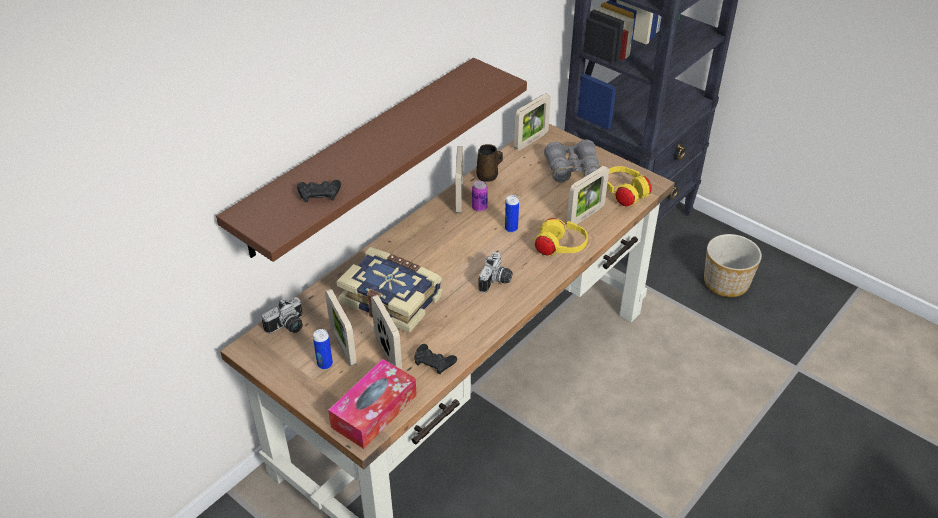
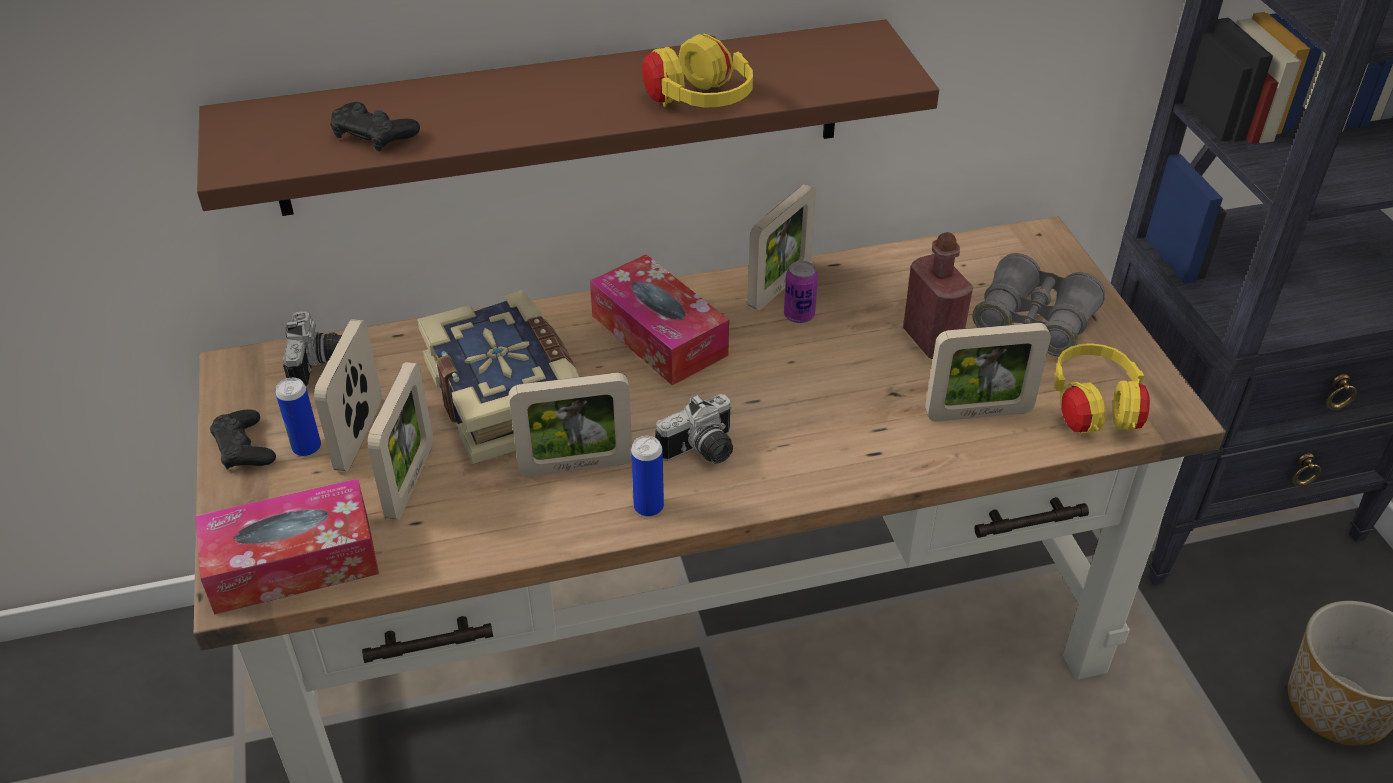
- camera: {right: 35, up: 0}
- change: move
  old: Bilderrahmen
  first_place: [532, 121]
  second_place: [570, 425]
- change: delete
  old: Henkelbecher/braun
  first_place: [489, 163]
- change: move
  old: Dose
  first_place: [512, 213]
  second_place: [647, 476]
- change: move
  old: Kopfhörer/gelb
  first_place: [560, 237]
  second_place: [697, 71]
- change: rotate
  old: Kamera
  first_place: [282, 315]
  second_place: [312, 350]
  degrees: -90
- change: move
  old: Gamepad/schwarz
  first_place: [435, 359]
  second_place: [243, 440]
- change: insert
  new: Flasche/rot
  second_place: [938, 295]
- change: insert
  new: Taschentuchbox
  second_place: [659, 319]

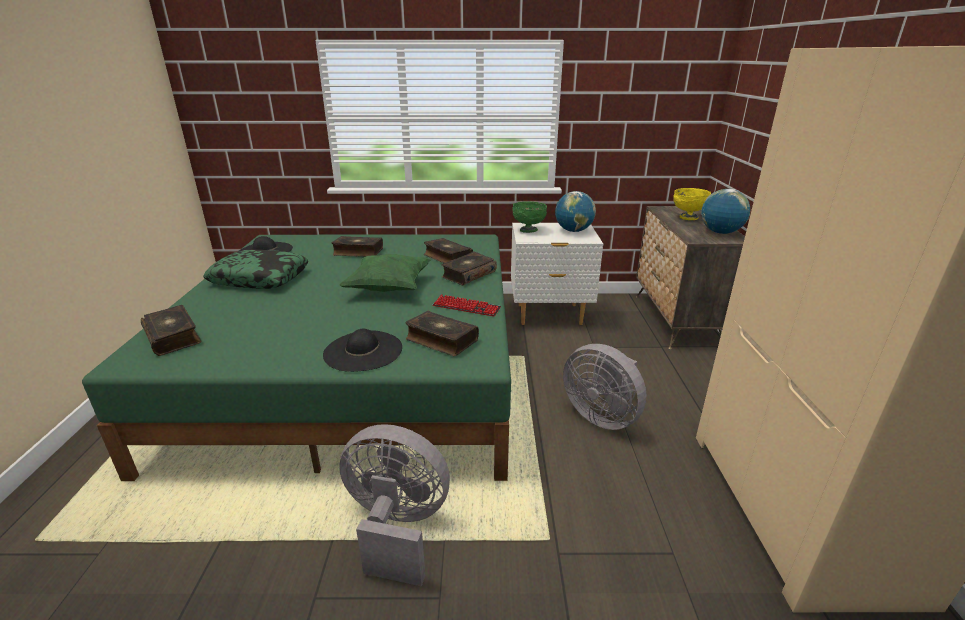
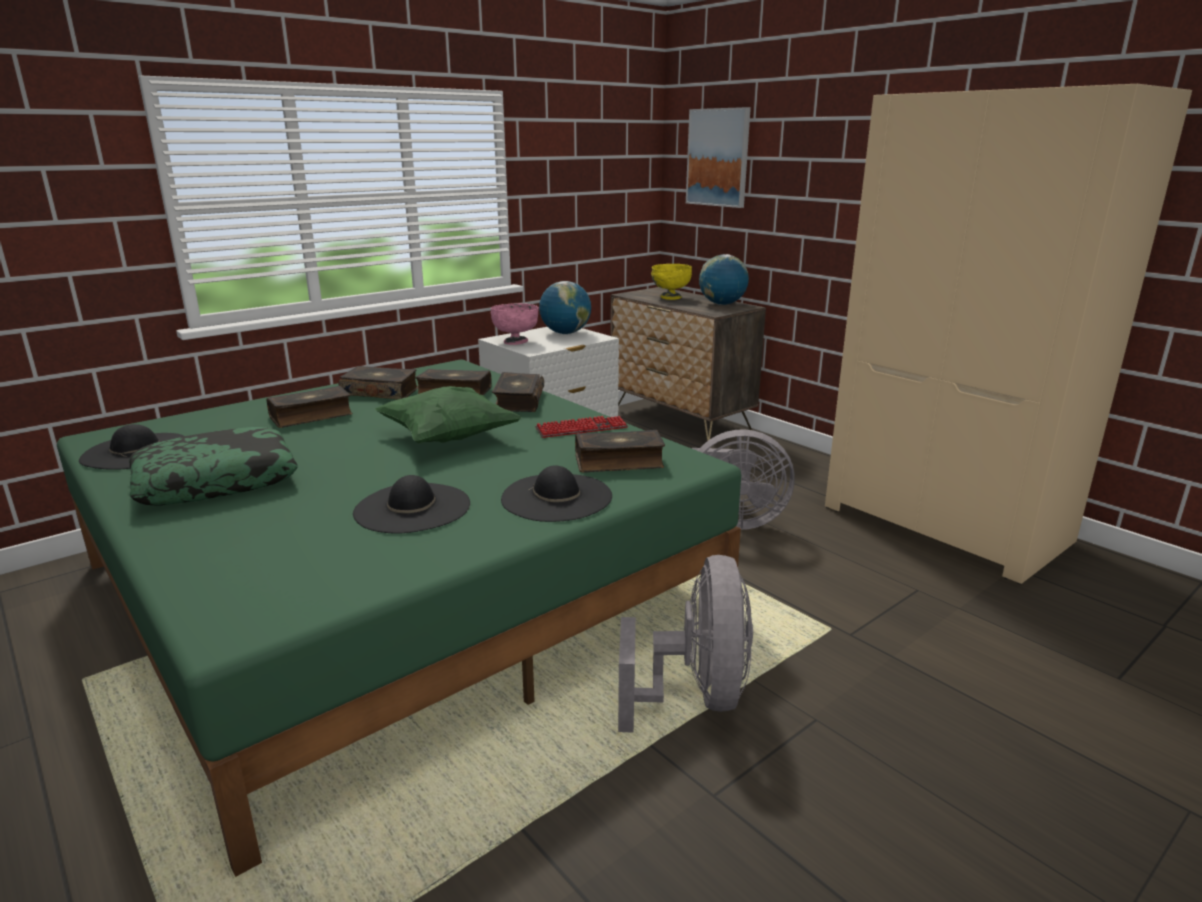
- camera: {right: -40, up: -5}
- change: recolor
  old: Schüssel/grün
  new: Schüssel/rosa
  first_place: [529, 217]
  second_place: [515, 324]
- change: move
  old: Buch
  first_place: [171, 330]
  second_place: [378, 383]
- change: rotate
  old: Ventilator/grau
  first_place: [394, 505]
  second_place: [685, 644]
  degrees: 120
- change: insert
  new: Bild
  second_place: [718, 157]
- change: insert
  new: Hut/schwarz
  second_place: [411, 504]

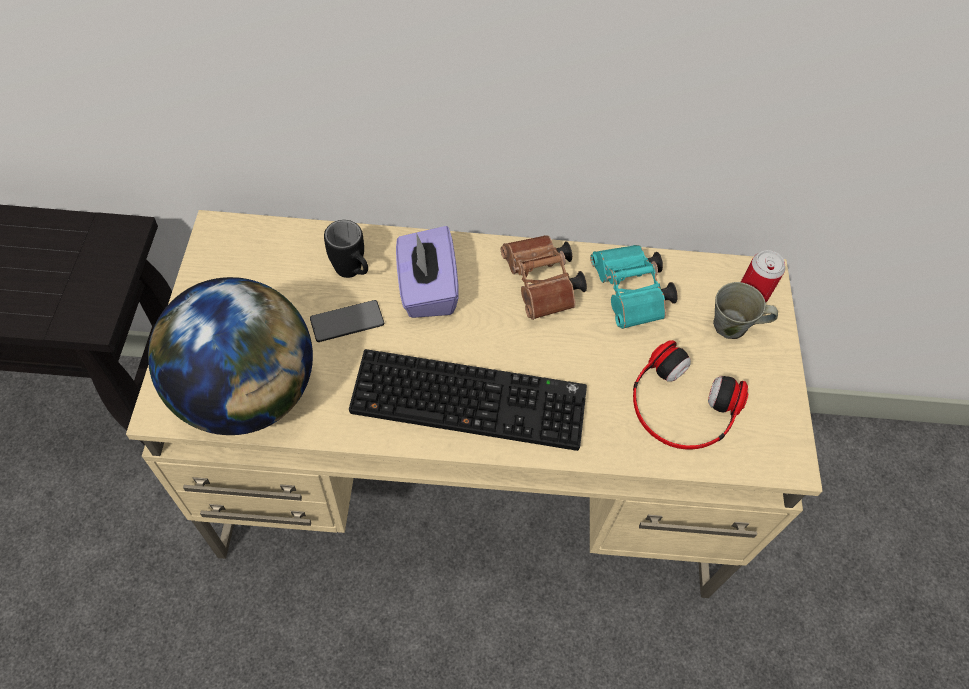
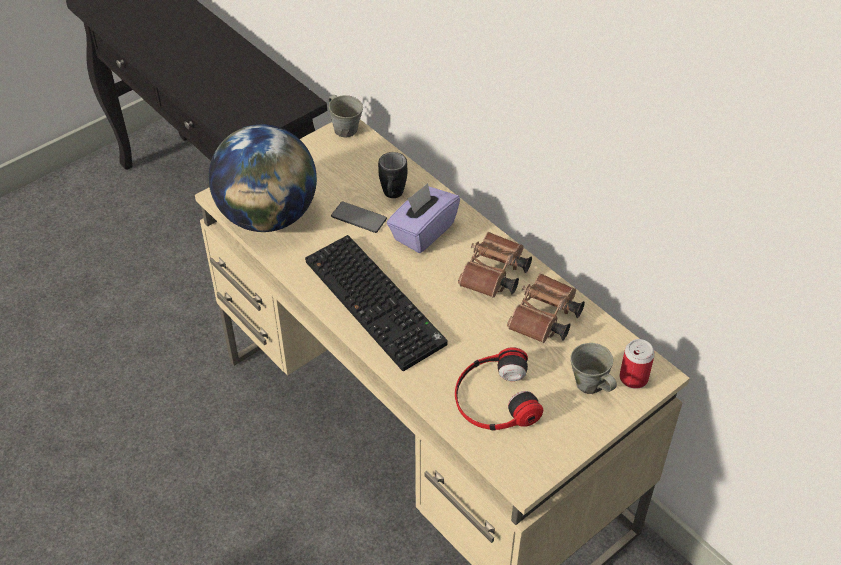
- camera: {right: 50, up: -10}
- change: recolor
  old: Fernglas/türkis
  new: Fernglas/braun
  first_place: [633, 287]
  second_place: [546, 308]
- change: insert
  new: Henkelbecher/grau
  second_place: [345, 116]

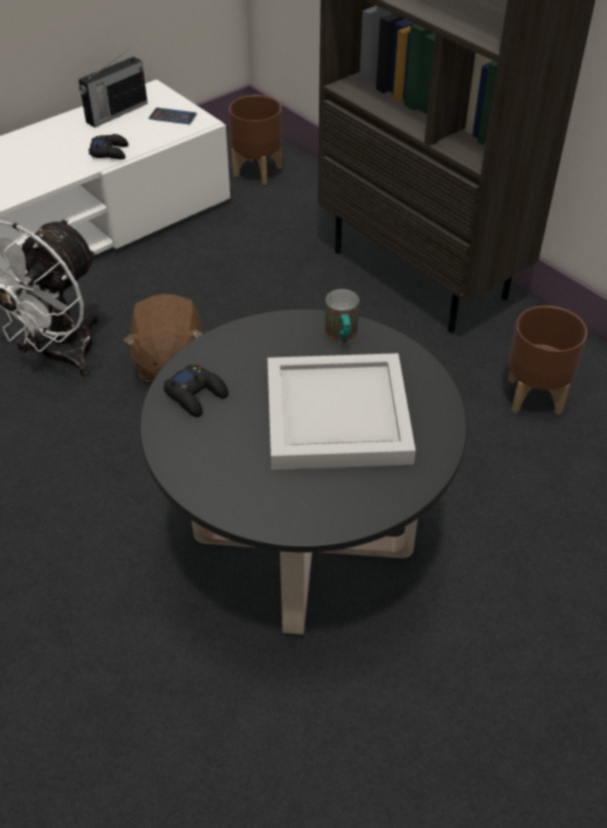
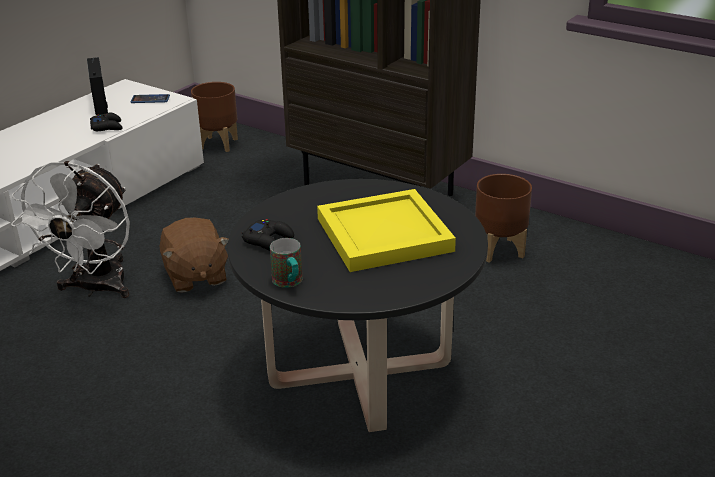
- camera: {right: -15, up: -15}
- change: rotate
  old: Radio
  first_place: [113, 88]
  second_place: [97, 86]
  degrees: 135
- change: move
  old: Henkelbecher
  first_place: [342, 316]
  second_place: [286, 263]
- change: recolor
  old: Tablett/weiß
  new: Tablett/gelb
  first_place: [342, 411]
  second_place: [386, 230]

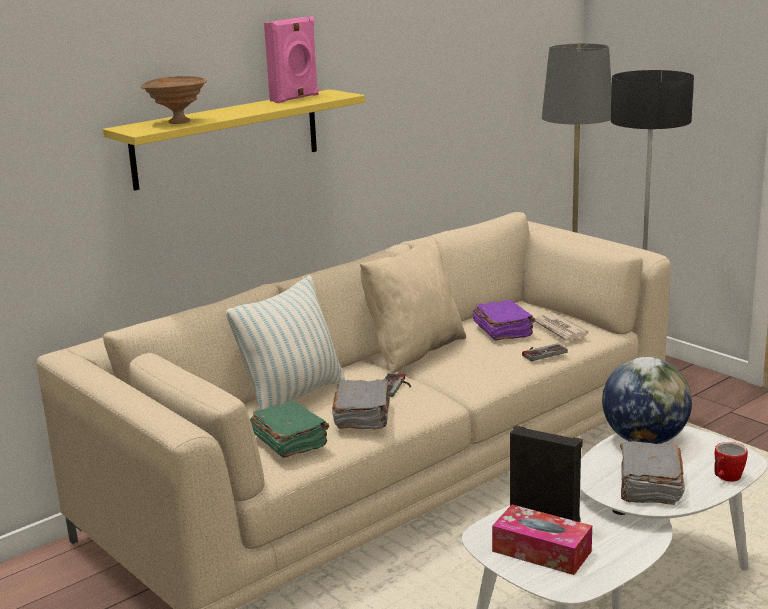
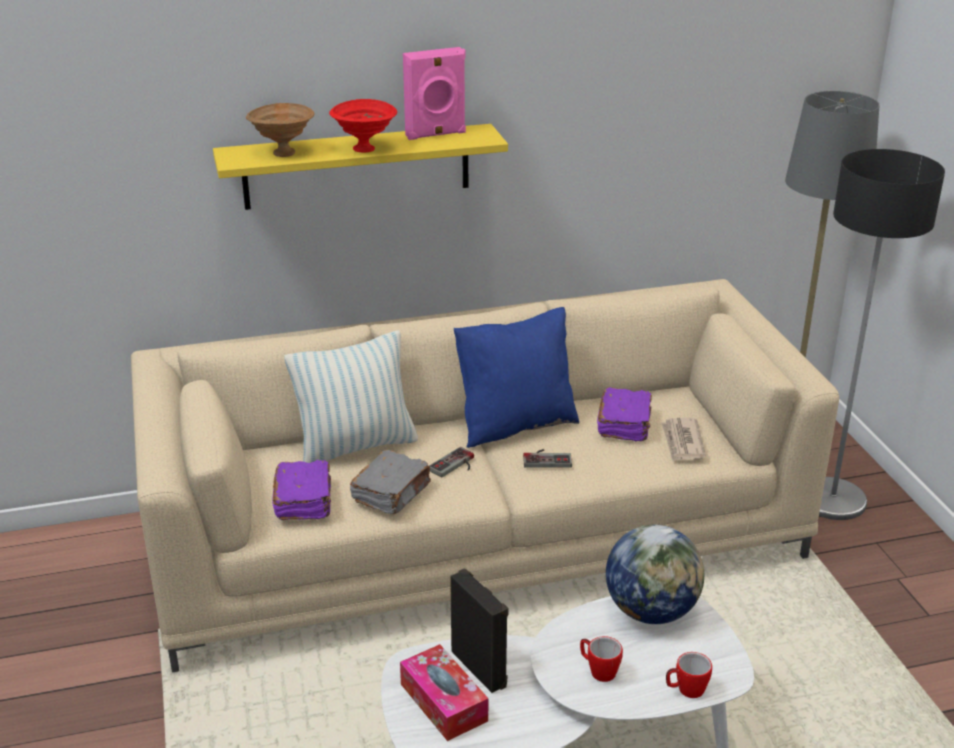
- camera: {right: 25, up: 10}
- change: recolor
  old: Kissen/beige
  new: Kissen/blau
  first_place: [413, 304]
  second_place: [516, 377]
- change: move
  old: Gamepad
  first_place: [545, 352]
  second_place: [547, 458]
- change: recolor
  old: Buch/grün
  new: Buch/lila
  first_place: [289, 429]
  second_place: [301, 490]
- change: replace
  old: Buch/grau
  new: Henkelbecher
  first_place: [652, 473]
  second_place: [601, 659]
- change: insert
  new: Schüssel/rot
  second_place: [363, 126]

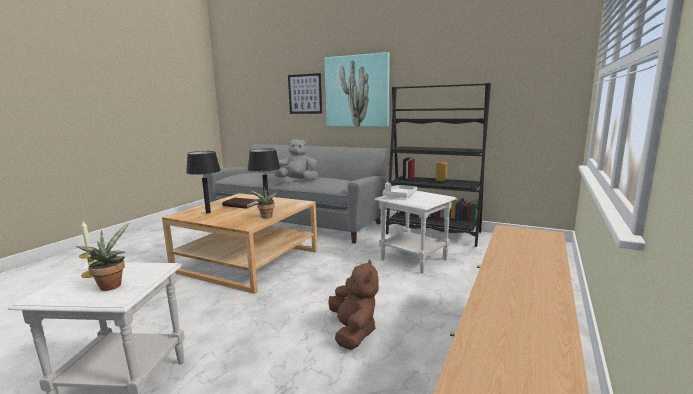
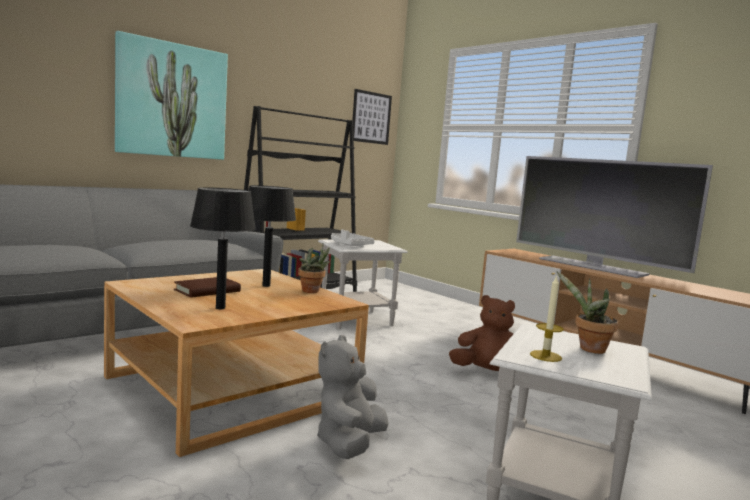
- camera: {right: -70, up: -5}
- change: move
  old: Bild
  first_place: [305, 93]
  second_place: [372, 117]
- change: move
  old: Plüschtier/grau
  first_place: [296, 160]
  second_place: [353, 397]
- change: insert
  new: Fernseher
  second_place: [614, 217]

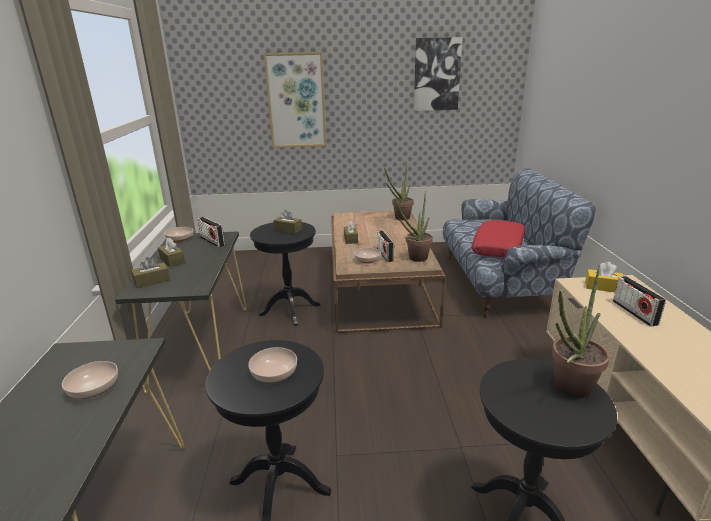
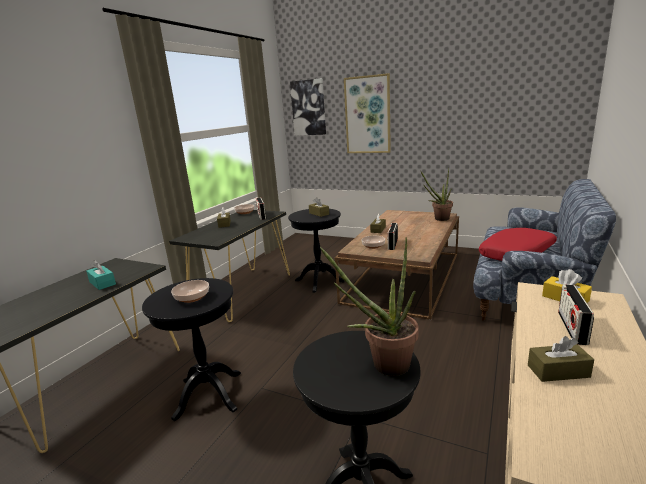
- camera: {right: 30, up: -5}
- change: move
  old: Bild
  first_place: [438, 74]
  second_place: [308, 107]
- change: delete
  old: Topfpflanze
  first_place: [413, 226]
- change: move
  old: Taschentuchbox/braun
  first_place: [150, 272]
  second_place: [561, 359]
- change: replace
  old: Schüssel
  new: Taschentuchbox/türkis
  first_place: [90, 380]
  second_place: [101, 275]

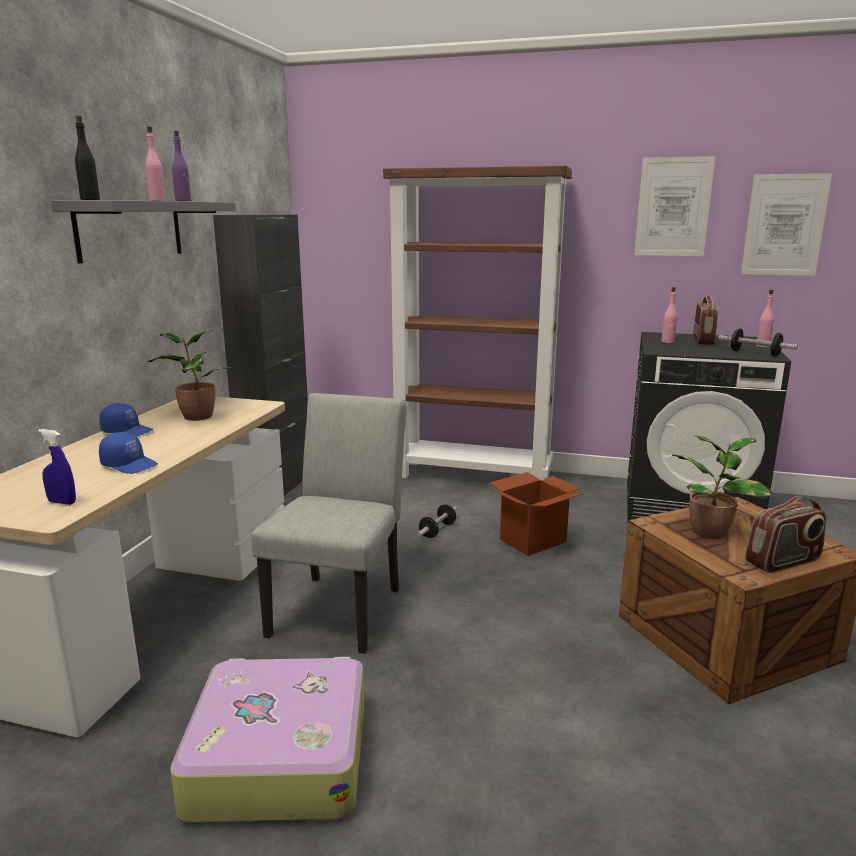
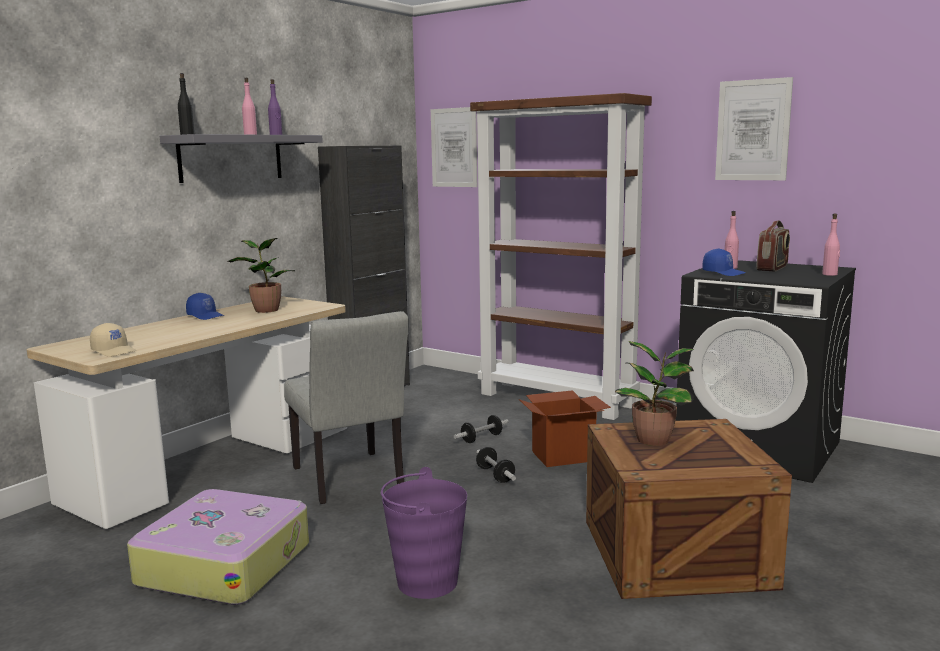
- camera: {right: 20, up: -5}
- change: move
  old: Bild
  first_place: [786, 224]
  second_place: [454, 147]
- change: move
  old: Hantel
  first_place: [758, 342]
  second_place: [496, 465]
- change: rotate
  old: Stuhl/grau
  first_place: [329, 523]
  second_place: [346, 407]
  degrees: 120
- change: replace
  old: Sprühflasche/blau
  new: Kappe/beige
  first_place: [57, 467]
  second_place: [113, 340]
- change: move
  old: Kappe/blau
  first_place: [128, 453]
  second_place: [724, 262]
- change: delete
  old: Radio
  first_place: [785, 535]
- change: insert
  new: Eimer/lila
  second_place: [424, 533]

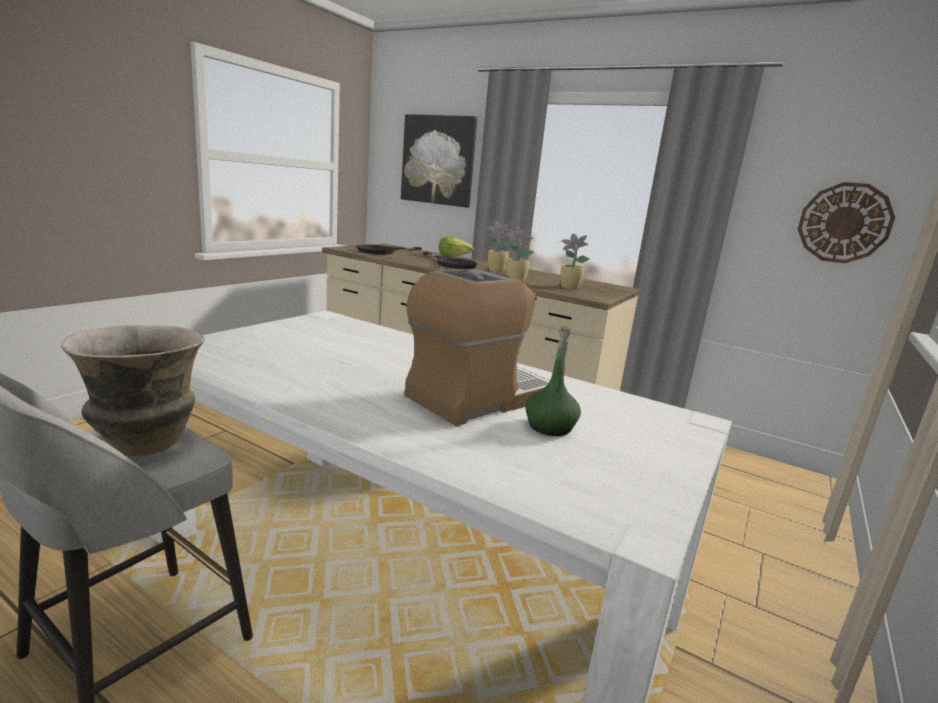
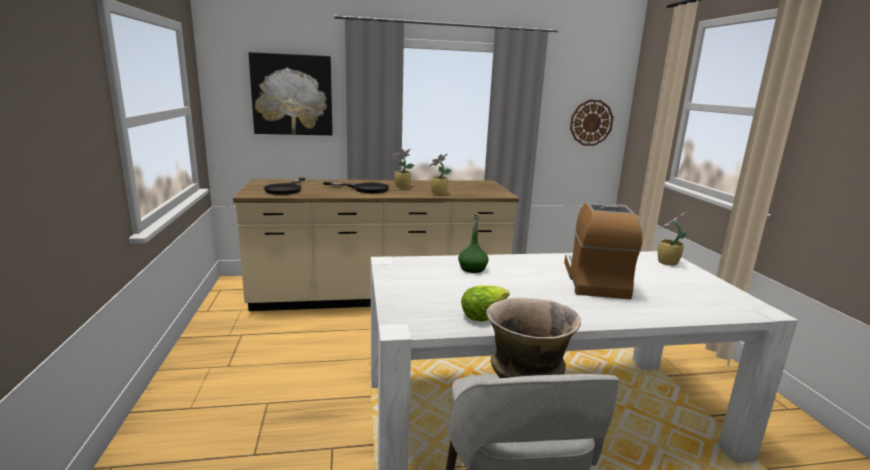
- camera: {right: -40, up: 0}
- change: move
  old: Topfpflanze
  first_place: [575, 261]
  second_place: [672, 239]
- change: move
  old: Salatkopf
  first_place: [456, 246]
  second_place: [485, 303]
- change: move
  old: Flasche/grün
  first_place: [553, 381]
  second_place: [473, 243]

